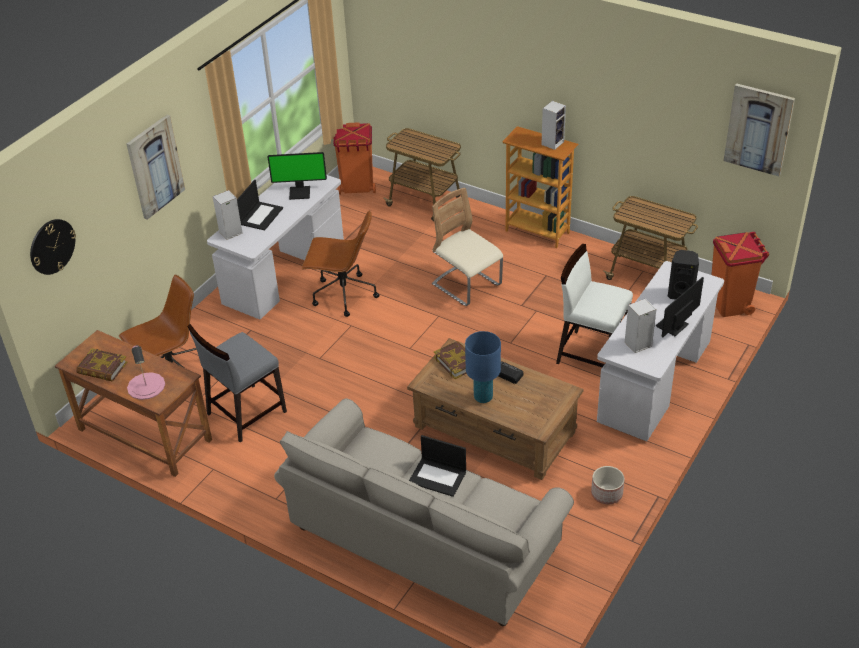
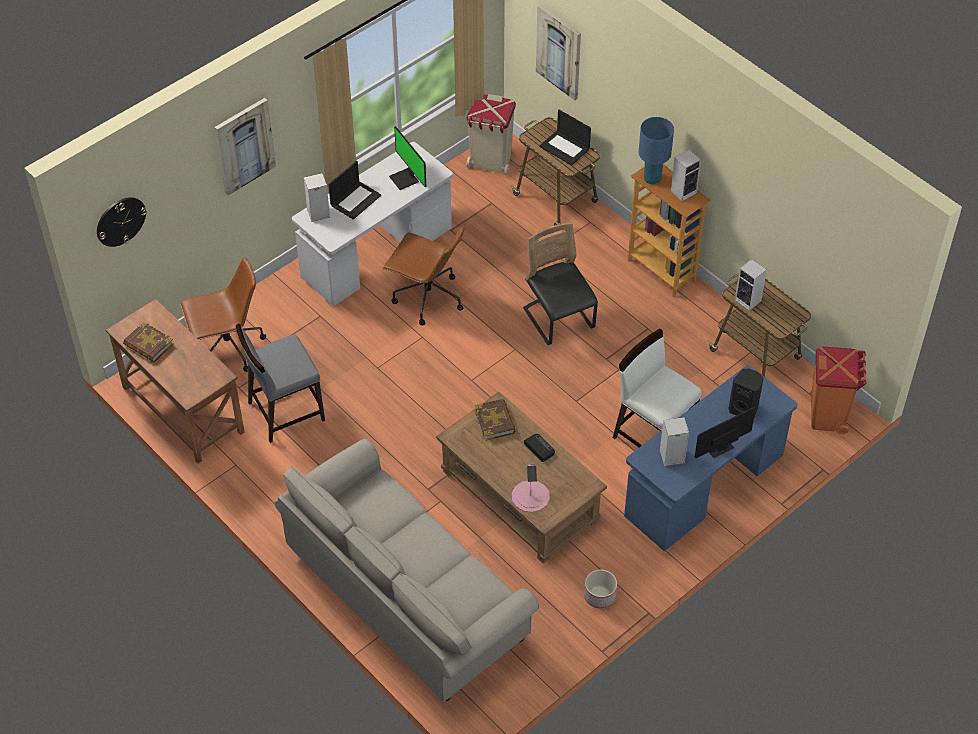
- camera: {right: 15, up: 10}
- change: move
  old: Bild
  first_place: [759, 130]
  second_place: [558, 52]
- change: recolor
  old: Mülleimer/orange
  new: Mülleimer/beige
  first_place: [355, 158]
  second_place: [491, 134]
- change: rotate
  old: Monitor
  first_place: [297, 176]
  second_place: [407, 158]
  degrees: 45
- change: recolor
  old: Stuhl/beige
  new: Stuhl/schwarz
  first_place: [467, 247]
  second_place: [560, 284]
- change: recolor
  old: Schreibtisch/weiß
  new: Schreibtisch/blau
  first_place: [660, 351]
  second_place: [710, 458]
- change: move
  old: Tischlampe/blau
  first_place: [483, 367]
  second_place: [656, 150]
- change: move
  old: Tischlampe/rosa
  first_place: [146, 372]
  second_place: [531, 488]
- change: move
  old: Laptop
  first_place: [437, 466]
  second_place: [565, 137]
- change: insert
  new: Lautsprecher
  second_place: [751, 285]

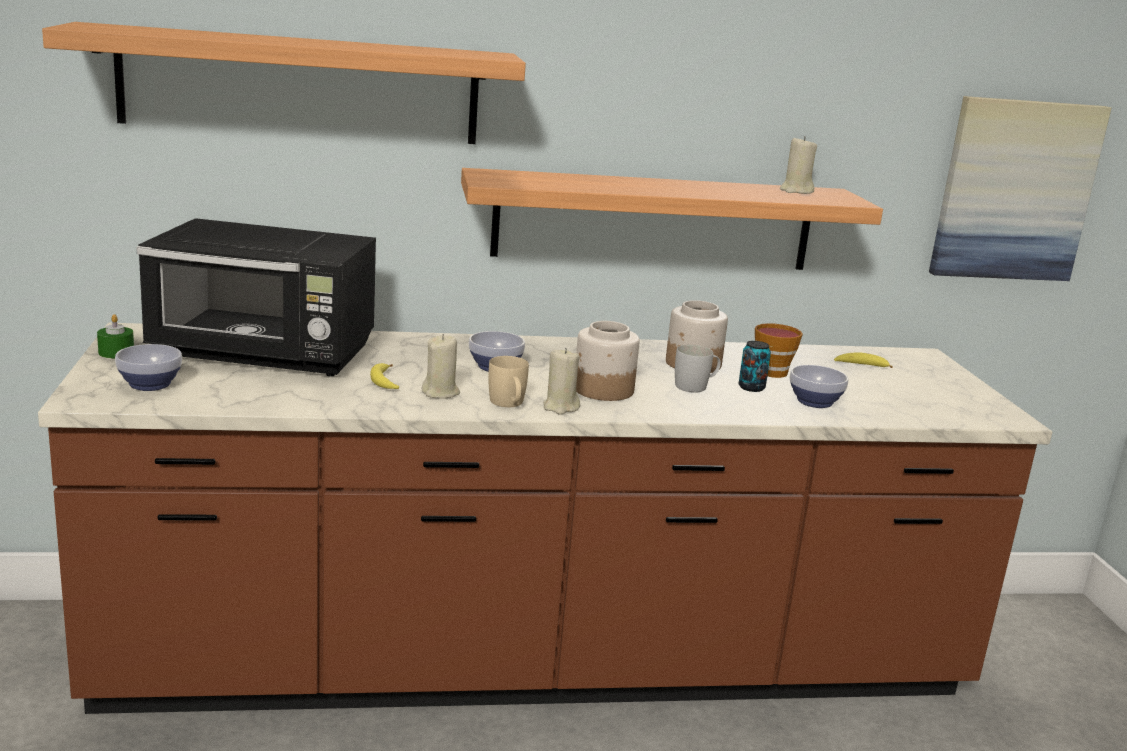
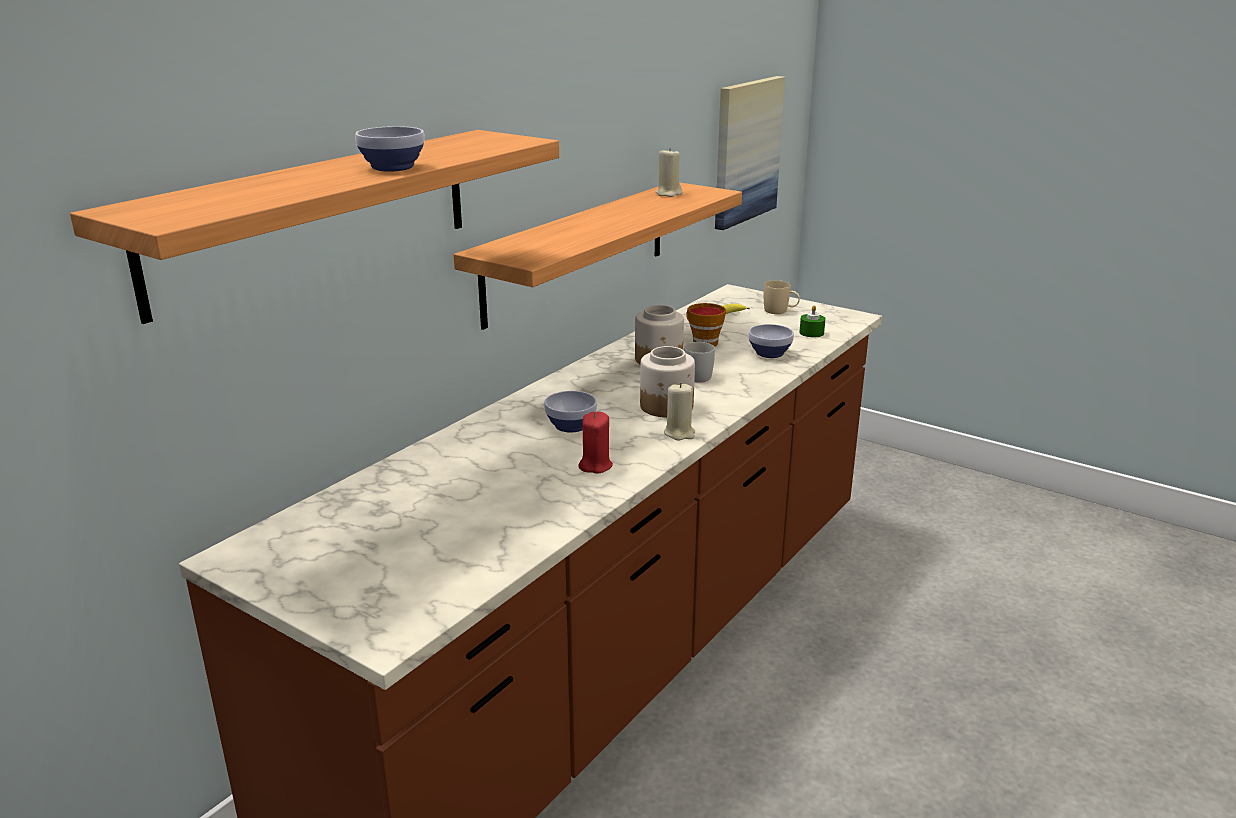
- camera: {right: -45, up: 5}
- change: delete
  old: Mikrowelle/schwarz
  first_place: [256, 297]
- change: move
  old: Kerze/grün
  first_place: [115, 336]
  second_place: [812, 321]
- change: recolor
  old: Kerze/beige
  new: Kerze/rot
  first_place: [441, 366]
  second_place: [595, 443]
- change: delete
  old: Dose
  first_place: [755, 366]
- change: move
  old: Schüssel
  first_place: [148, 367]
  second_place: [390, 149]
- change: move
  old: Henkelbecher/beige
  first_place: [508, 381]
  second_place: [782, 297]
- change: delete
  old: Banane
  first_place: [384, 376]

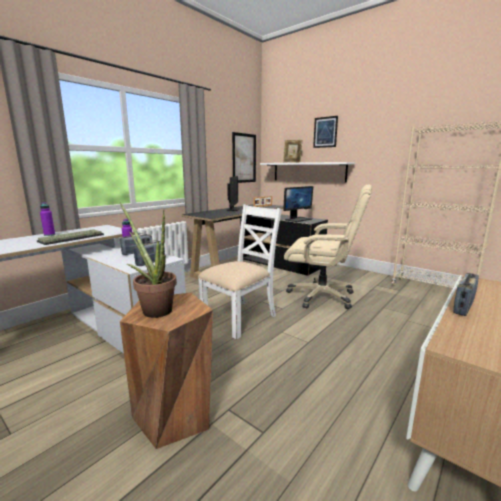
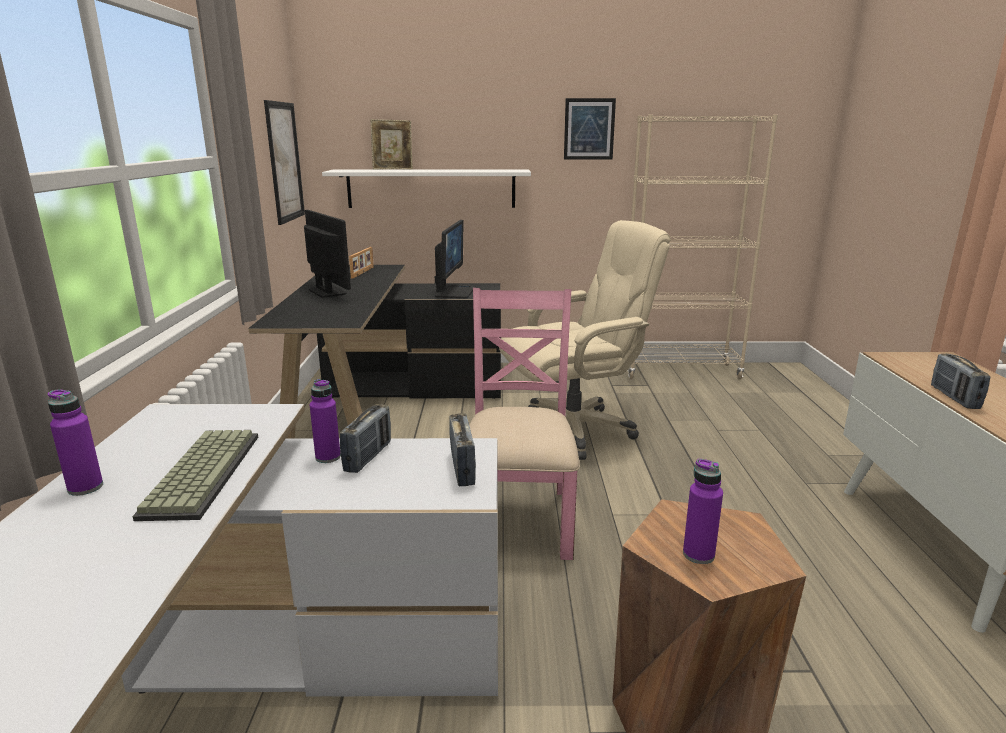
- camera: {right: -40, up: 5}
- change: move
  old: Bild
  first_place: [325, 132]
  second_place: [590, 128]
- change: replace
  old: Topfpflanze
  new: Flasche/lila
  first_place: [148, 260]
  second_place: [703, 511]
- change: recolor
  old: Stuhl/weiß
  new: Stuhl/rosa
  first_place: [240, 271]
  second_place: [524, 424]

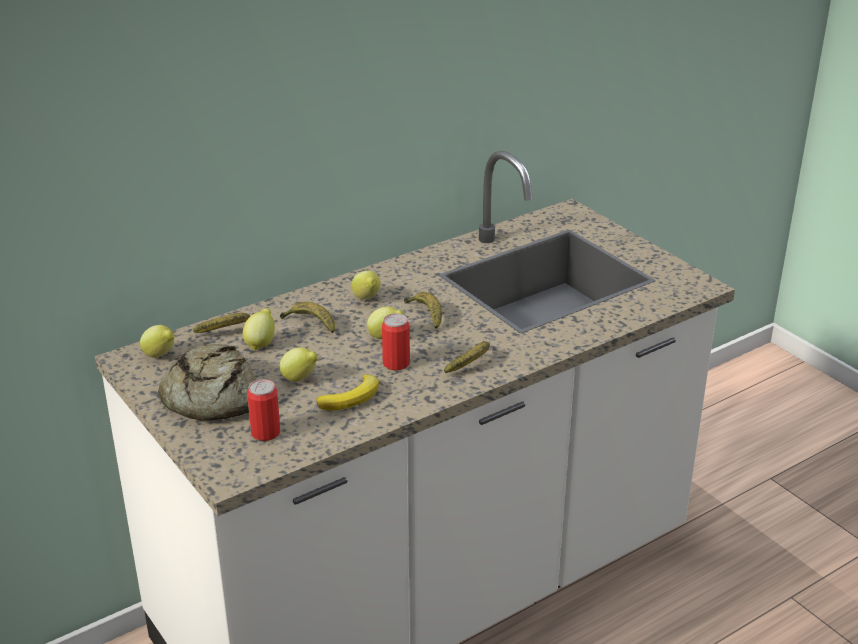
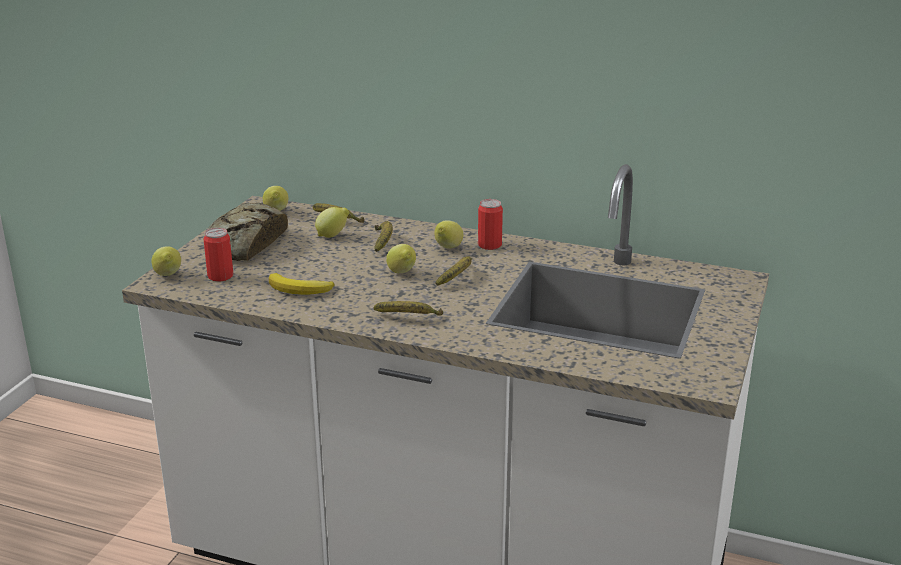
- camera: {right: 55, up: -5}
- change: move
  old: Dose
  first_place: [396, 341]
  second_place: [490, 224]
- change: move
  old: Zitrone
  first_place: [299, 364]
  second_place: [166, 261]

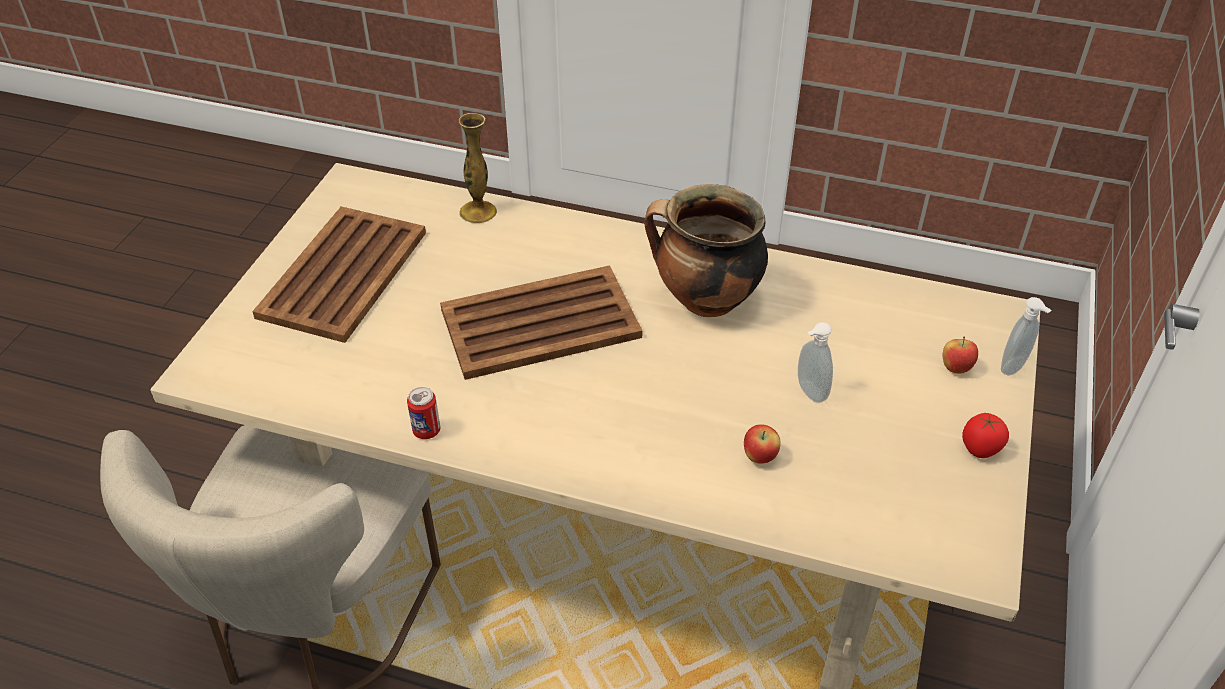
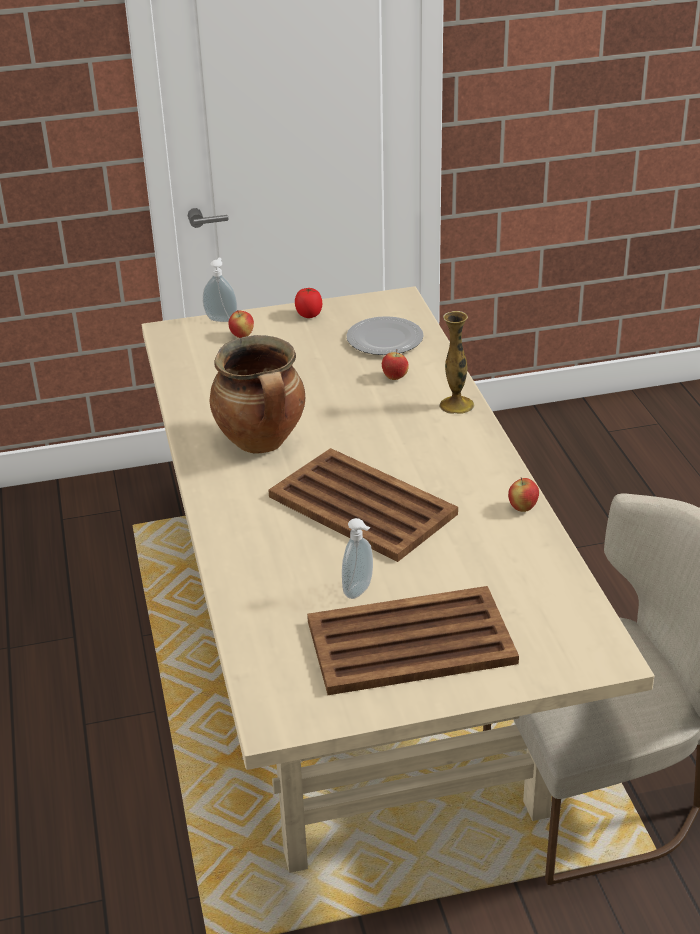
- camera: {right: -120, up: -10}
- change: move
  old: Vase
  first_place: [478, 168]
  second_place: [457, 362]
- change: move
  old: Seifenspender
  first_place: [815, 362]
  second_place: [357, 558]
- change: replace
  old: Dose
  new: Apfel
  first_place: [423, 413]
  second_place: [523, 494]
- change: insert
  new: Teller
  second_place: [385, 335]

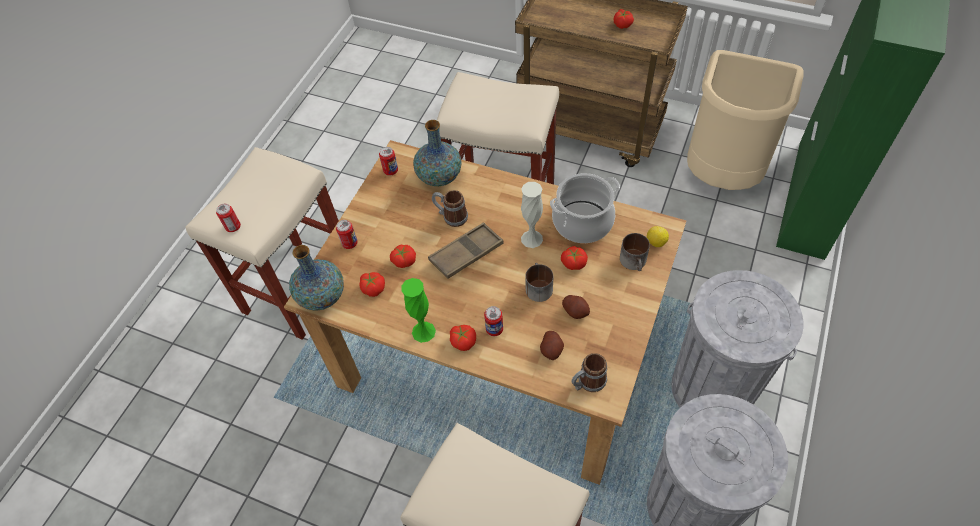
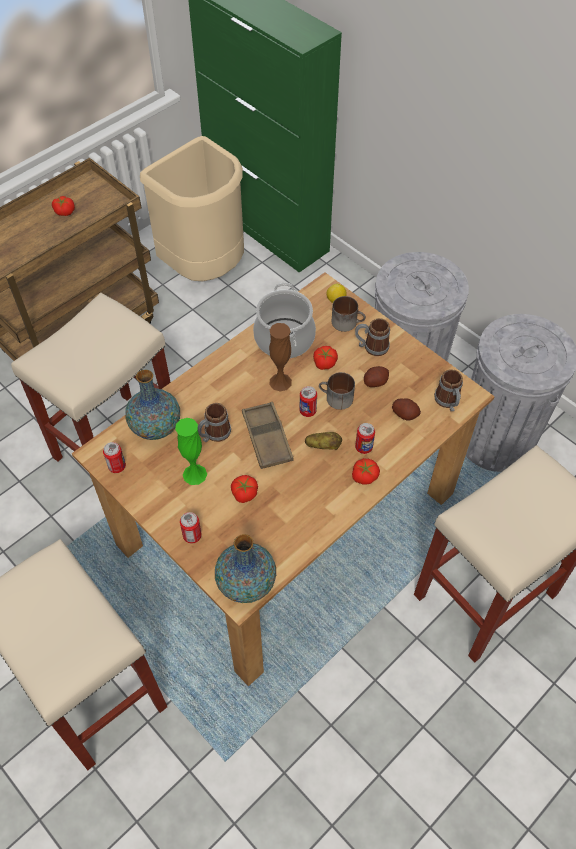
- camera: {right: -70, up: 0}
- change: recolor
  old: Vase/weiß
  new: Vase/braun
  first_place: [532, 215]
  second_place: [280, 357]
- change: move
  old: Dose
  first_place: [228, 218]
  second_place: [308, 401]
- change: delete
  old: Tomate
  first_place: [372, 284]
- change: move
  old: Vase/grün
  first_place: [419, 310]
  second_place: [191, 451]
- change: insert
  new: Henkelbecher
  second_place: [372, 337]
- change: insert
  new: Kartoffel
  second_place: [323, 441]

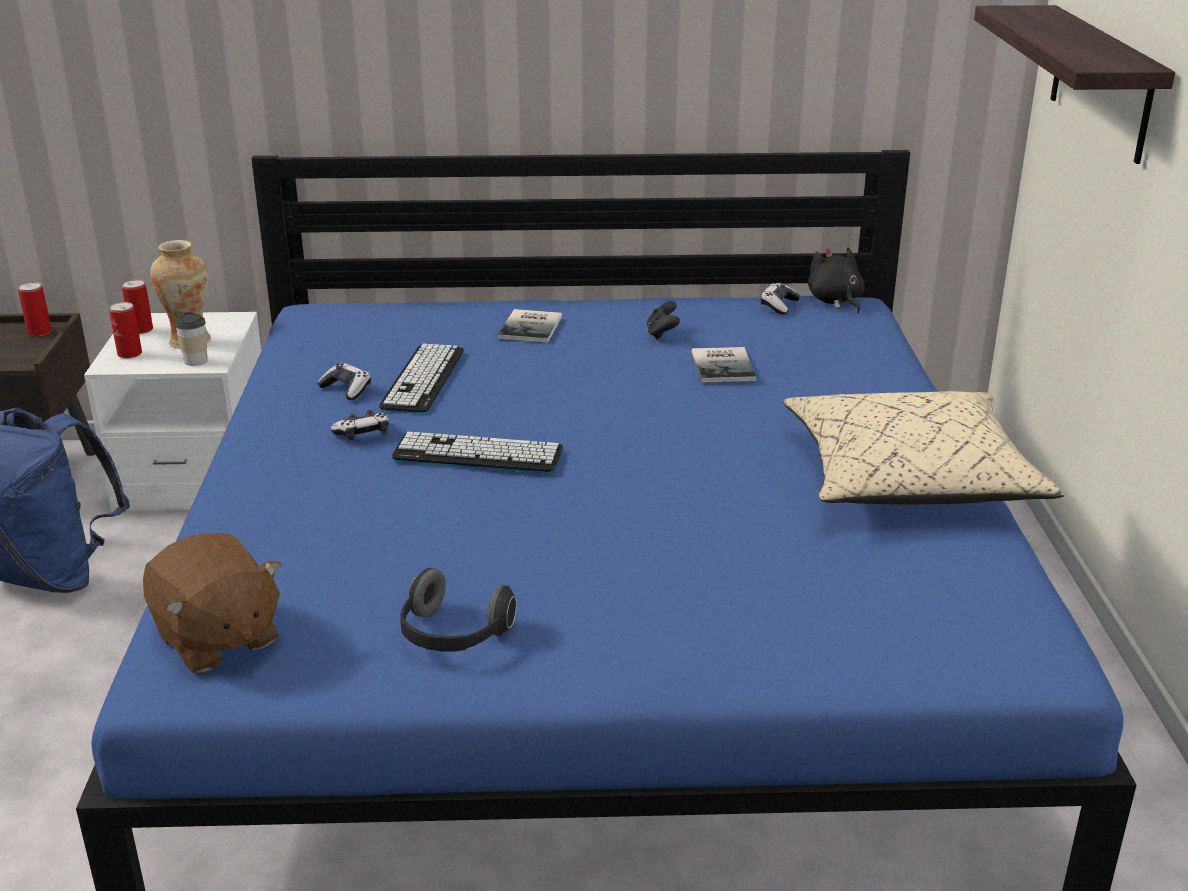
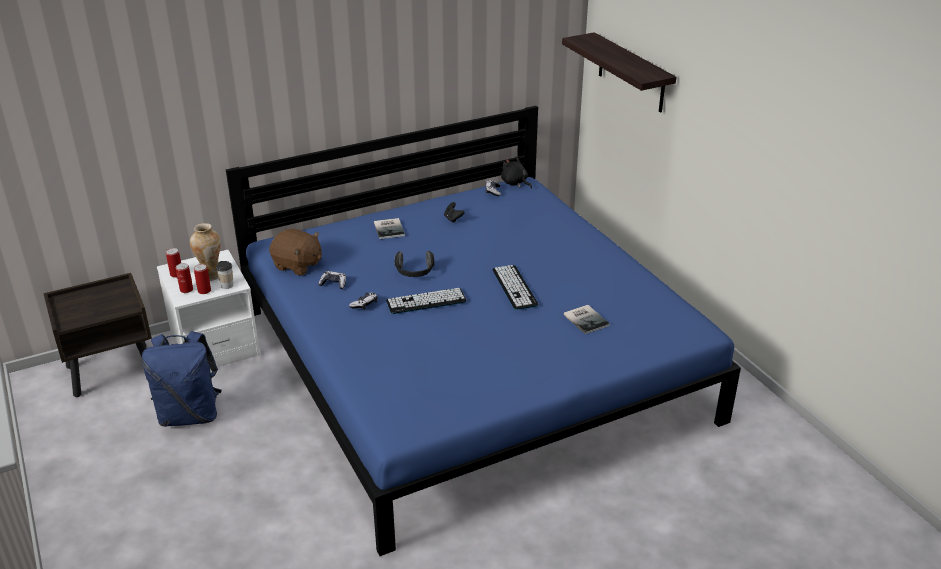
- camera: {right: -25, up: 5}
- change: move
  old: Dose
  first_place: [35, 309]
  second_place: [202, 279]
- change: move
  old: Tastatur
  first_place: [421, 378]
  second_place: [515, 287]
- change: move
  old: Buch
  first_place: [723, 365]
  second_place: [587, 319]
- change: delete
  old: Kissen/beige
  first_place: [923, 448]
- change: move
  old: Plüschtier/braun
  first_place: [212, 603]
  second_place: [295, 252]
- change: move
  old: Kopfhörer
  first_place: [458, 609]
  second_place: [415, 264]

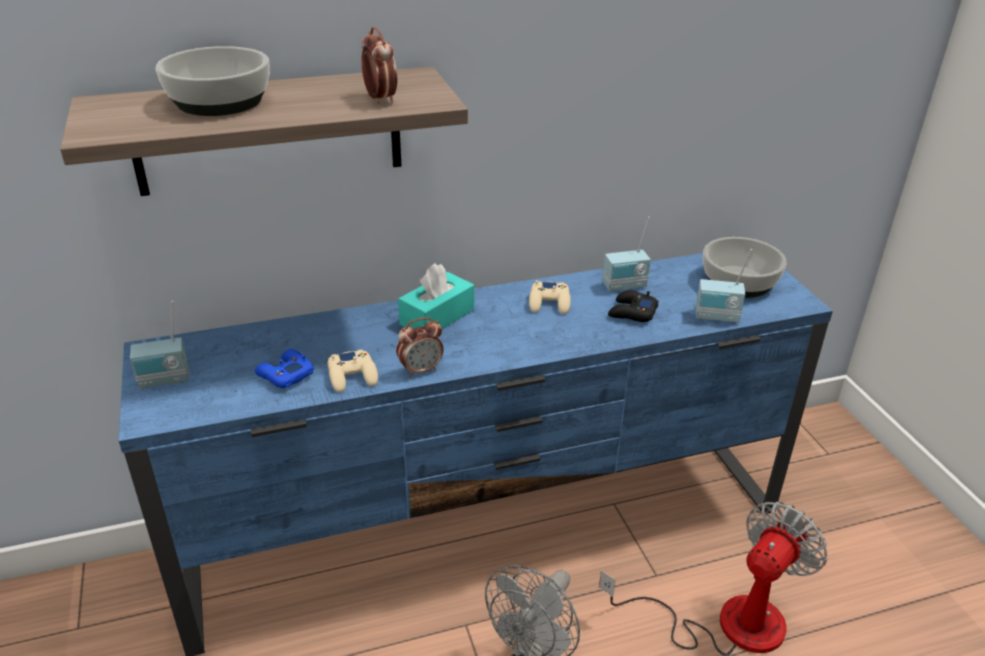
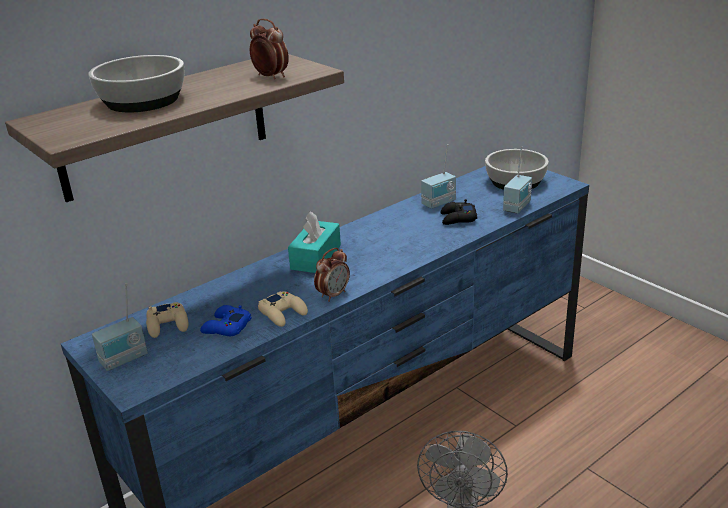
- camera: {right: -20, up: -5}
- change: rotate
  old: Radio
  first_place: [723, 286]
  second_place: [517, 180]
  degrees: -45
- change: move
  old: Gamepad/beige
  first_place: [550, 297]
  second_place: [167, 320]
- change: delete
  old: Ventilator
  first_place: [713, 579]

